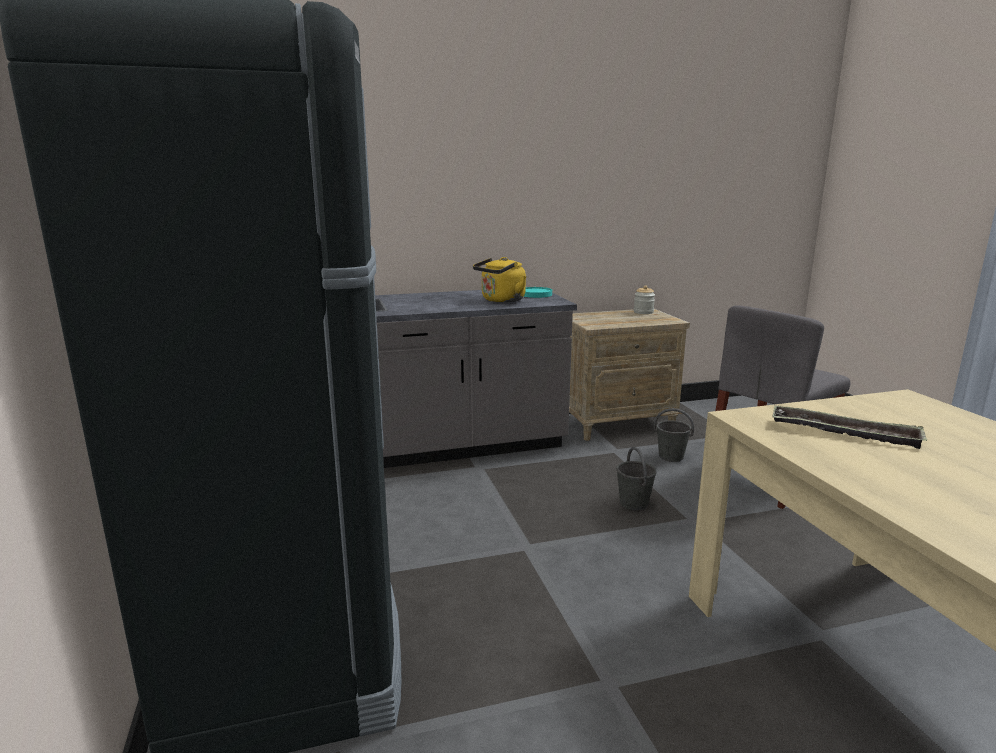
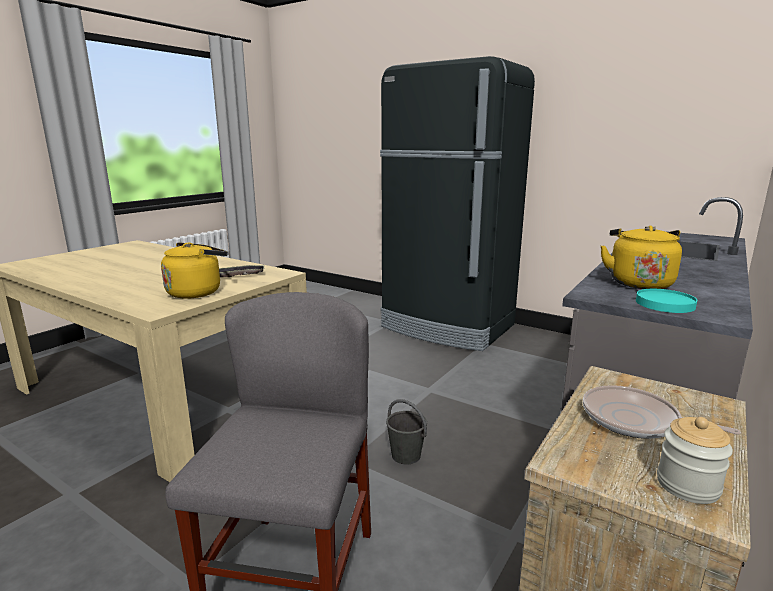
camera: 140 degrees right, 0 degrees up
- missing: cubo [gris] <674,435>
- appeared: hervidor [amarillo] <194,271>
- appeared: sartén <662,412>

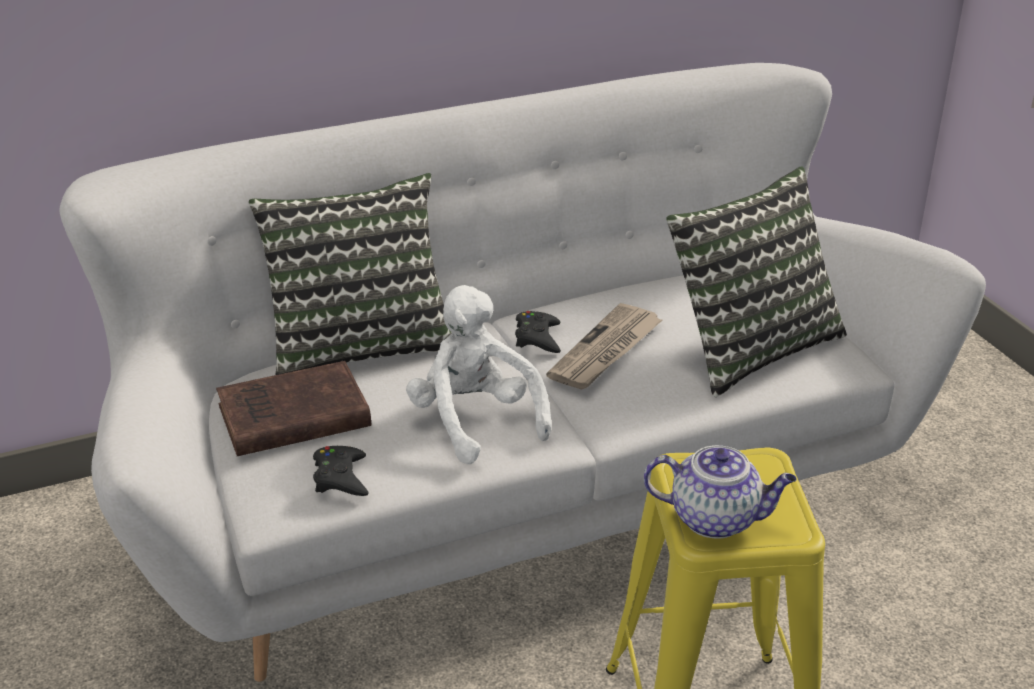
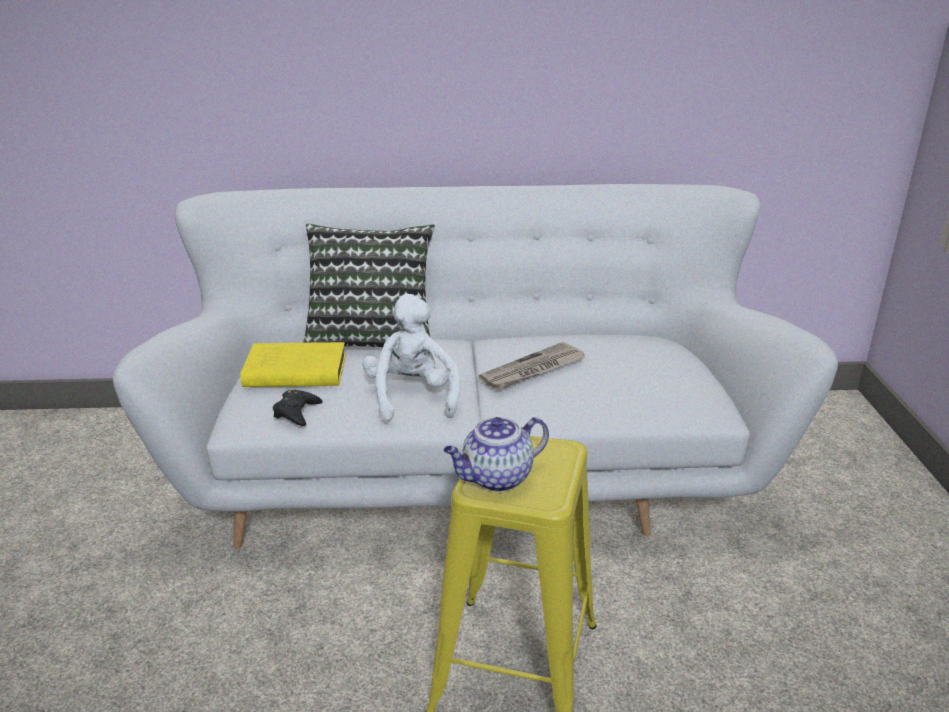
camera: 20 degrees right, 5 degrees down
- colour: libro [marrón] <293,408> to libro [amarillo] <293,364>
- missing: mando de consola [negro] <538,332>
- spun: tetera <720,492> = <496,454> 120 degrees clockwise
- missing: cojín <756,281>

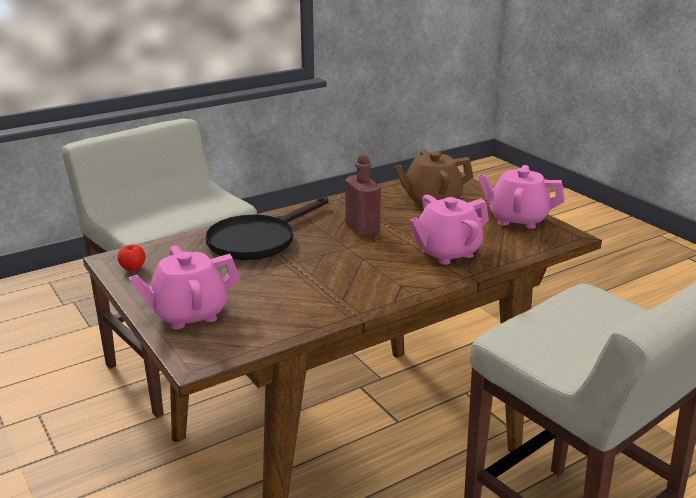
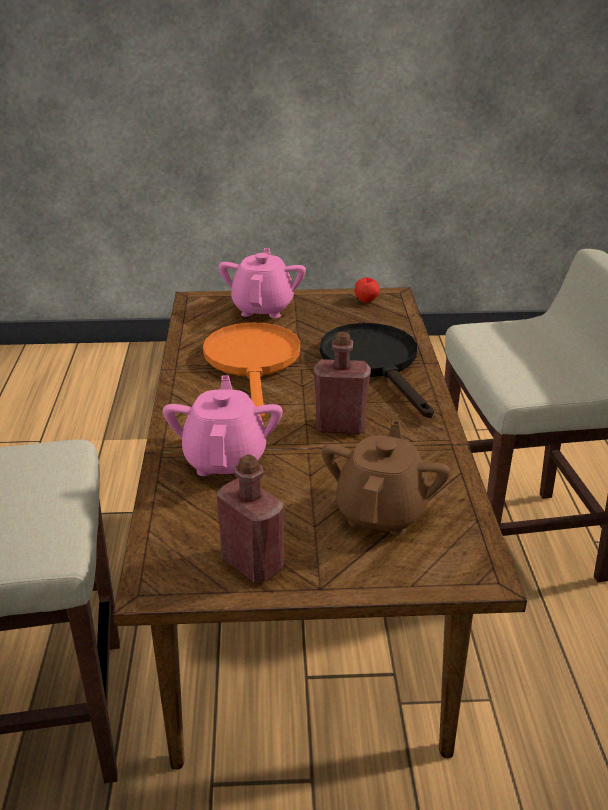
camera: 120 degrees right, 5 degrees up
- exchanged: tetera [rosa] <521,197> to botella [rojo] <250,518>
- appeared: sartén [naranja] <251,371>

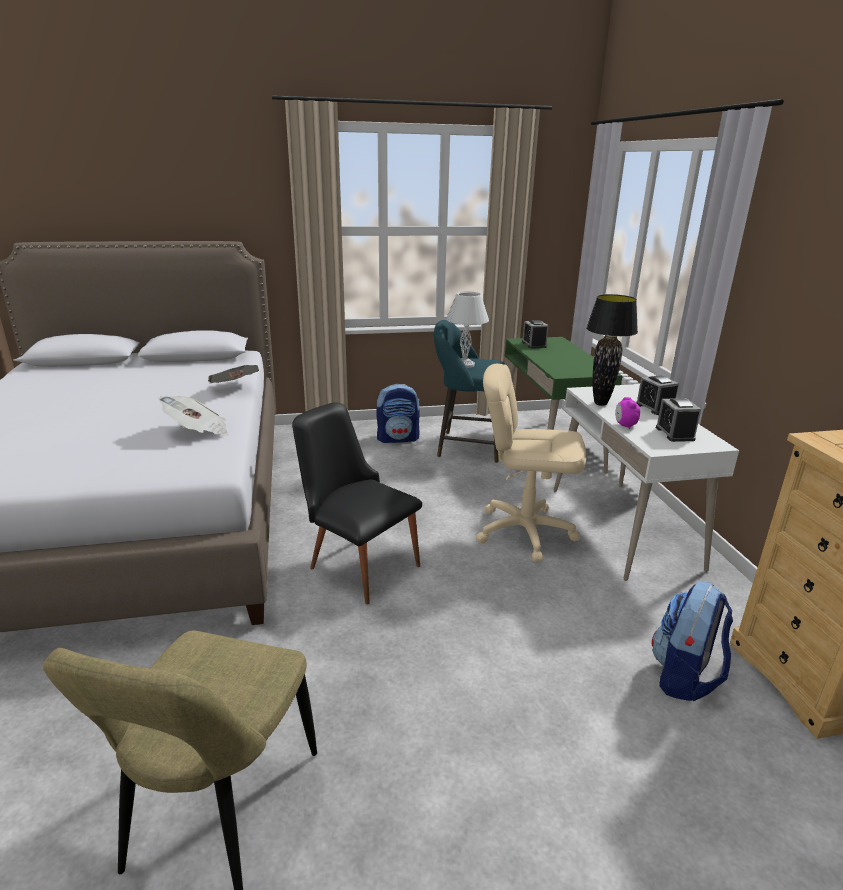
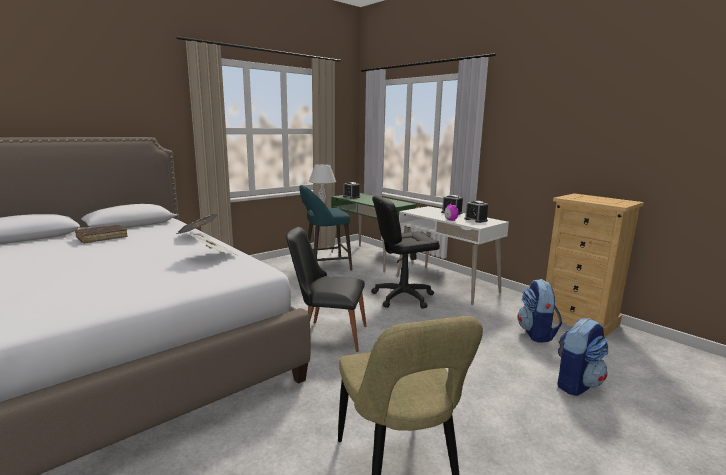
camera: 30 degrees left, 10 degrees down
- relocated: mochila <398,413> to <583,357>
- colour: silla de oficina [beis] <531,463> to silla de oficina [negro] <405,252>
- missing: lámpara de mesa [negro] <612,350>
- appeared: libro [marrón] <101,234>

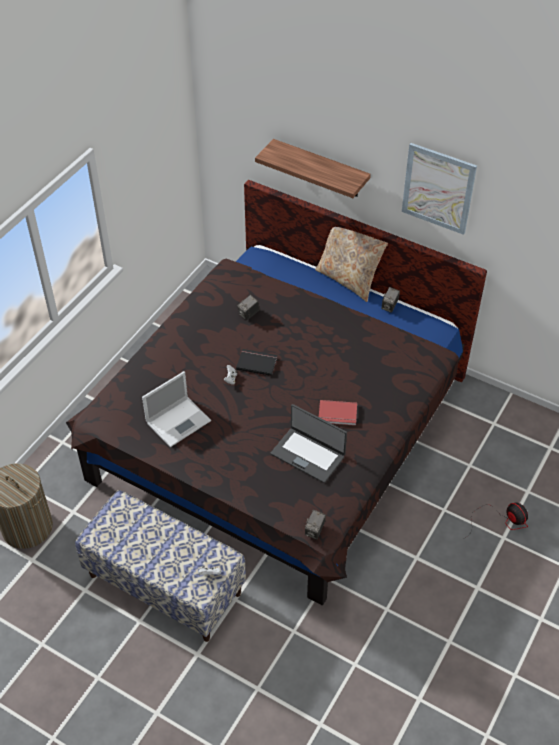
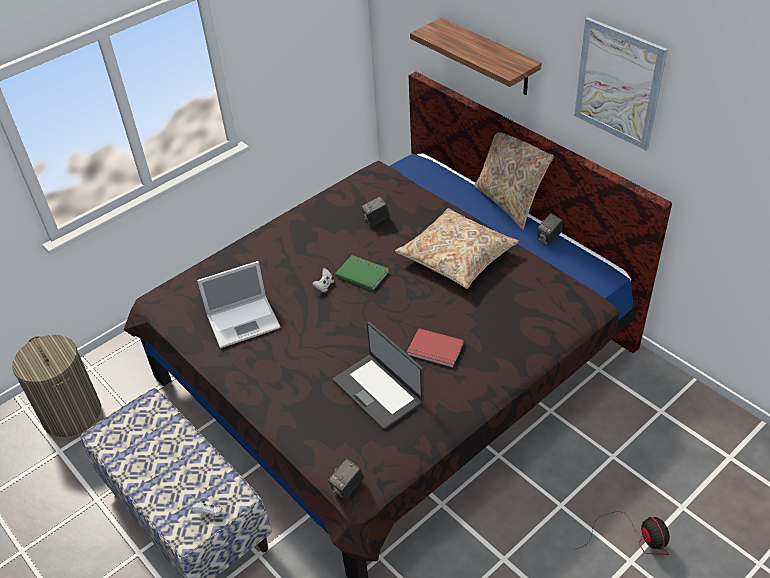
camera: 20 degrees right, 5 degrees down
- colour: libro [negro] <256,362> to libro [verde] <362,273>
- appeared: cojín [beis] <457,248>

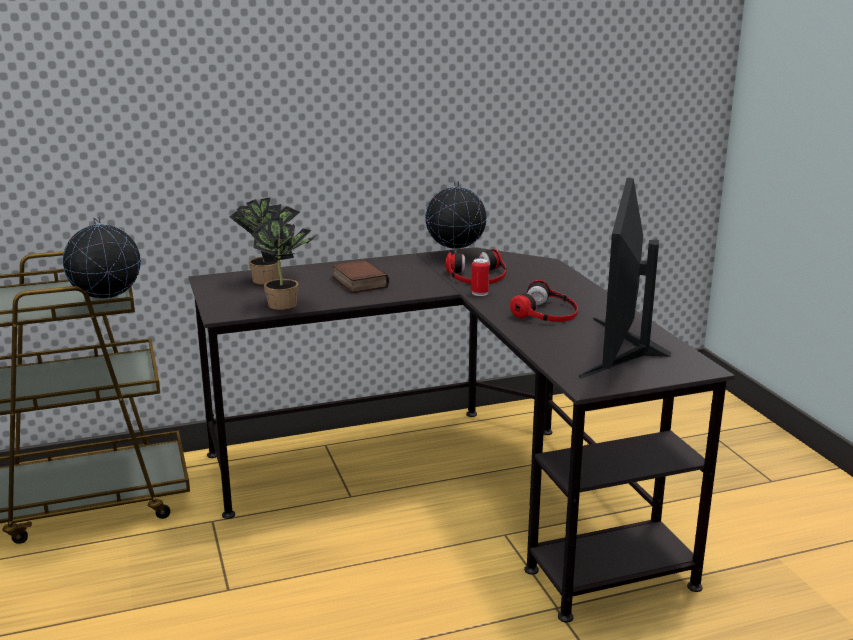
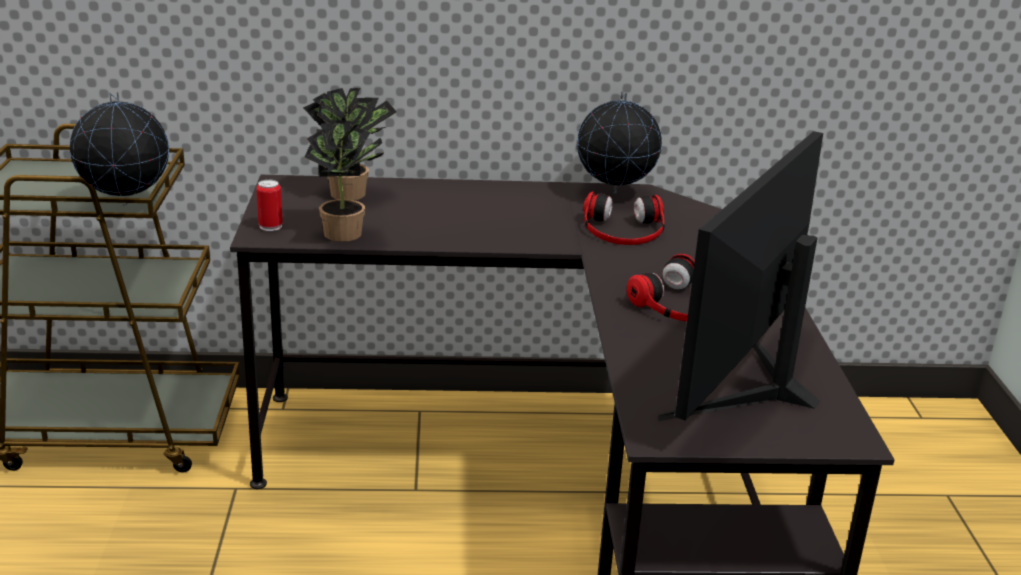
camera: 15 degrees right, 5 degrees up
- missing: libro <360,276>
- relocated: lata <480,277> to <270,205>

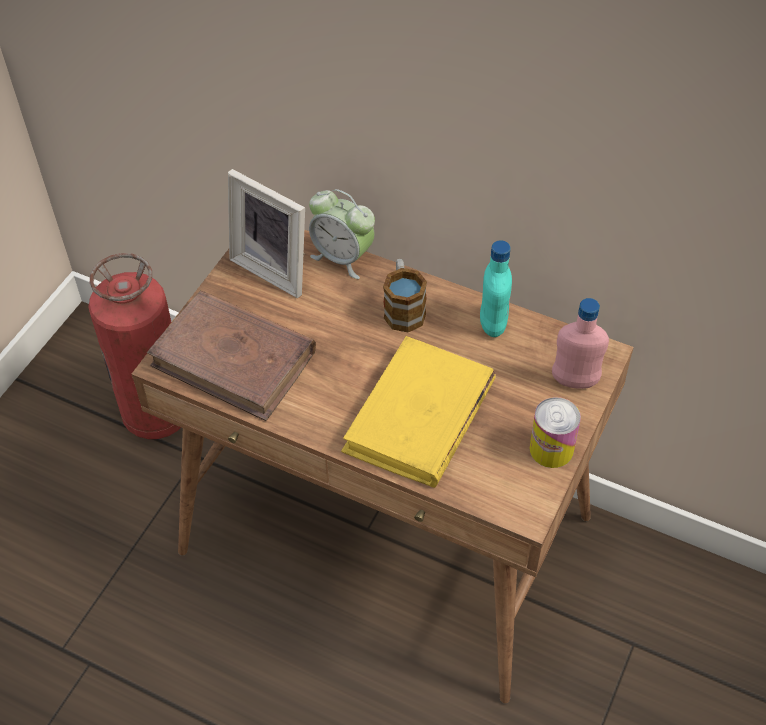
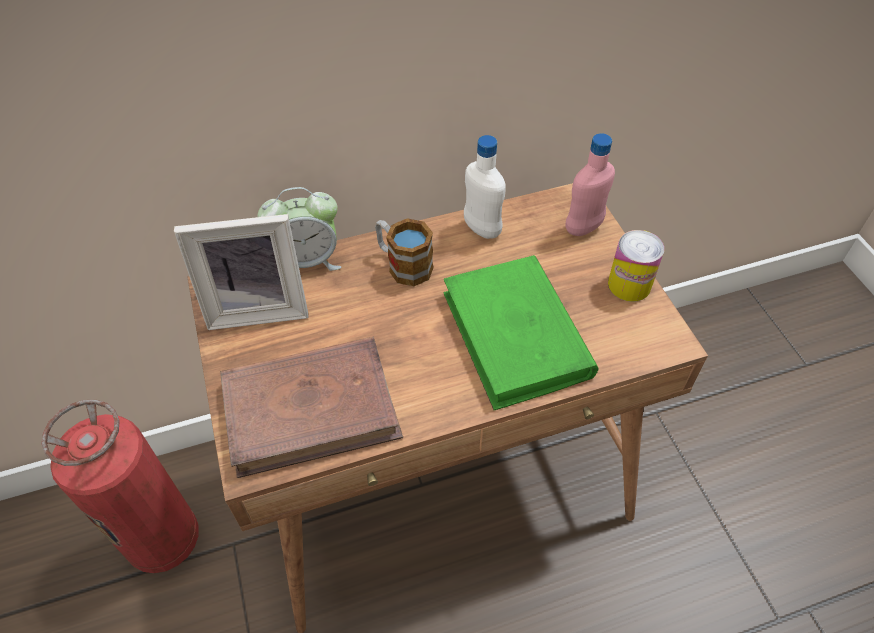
camera: 45 degrees left, 0 degrees up
- colour: libro [amarillo] <418,412> to libro [verde] <521,332>
- colour: botella [turquesa] <496,288> to botella [blanco] <485,187>

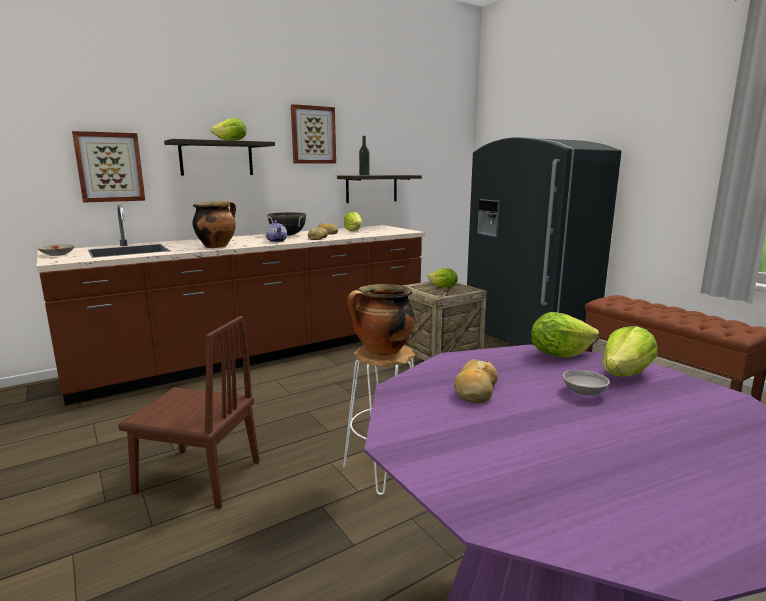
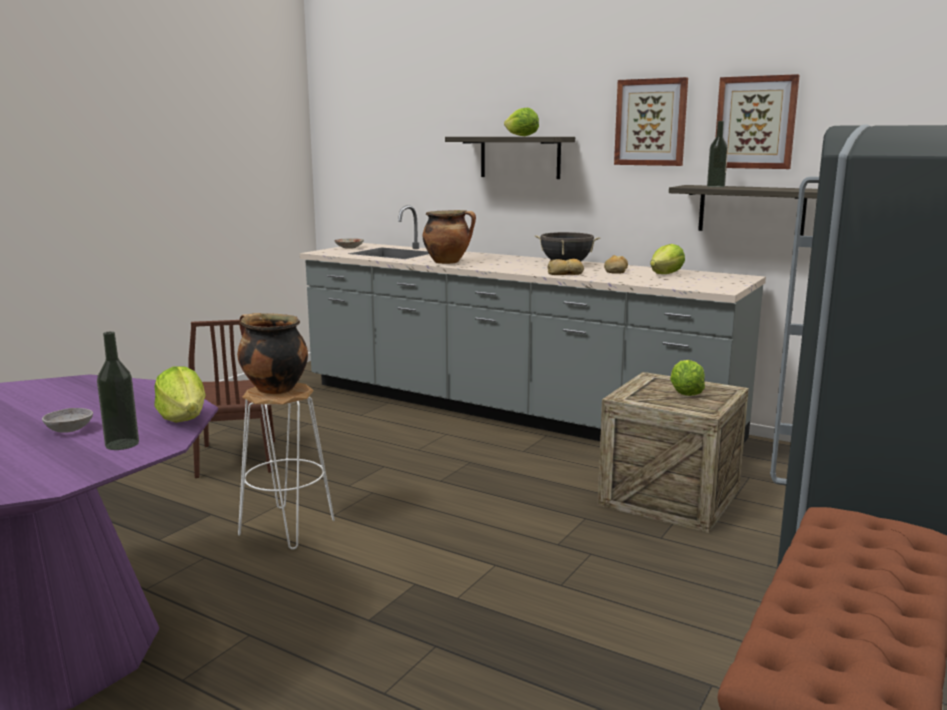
camera: 65 degrees right, 0 degrees up
- colour: mueble bajo de cocina [marrón] <231,305> to mueble bajo de cocina [gris] <533,324>
- relocated: cuadro <108,167> to <757,121>
- missing: tetera <276,231>
- missing: pan <476,381>
- exchanged: lechuga <630,351> to botella <118,390>

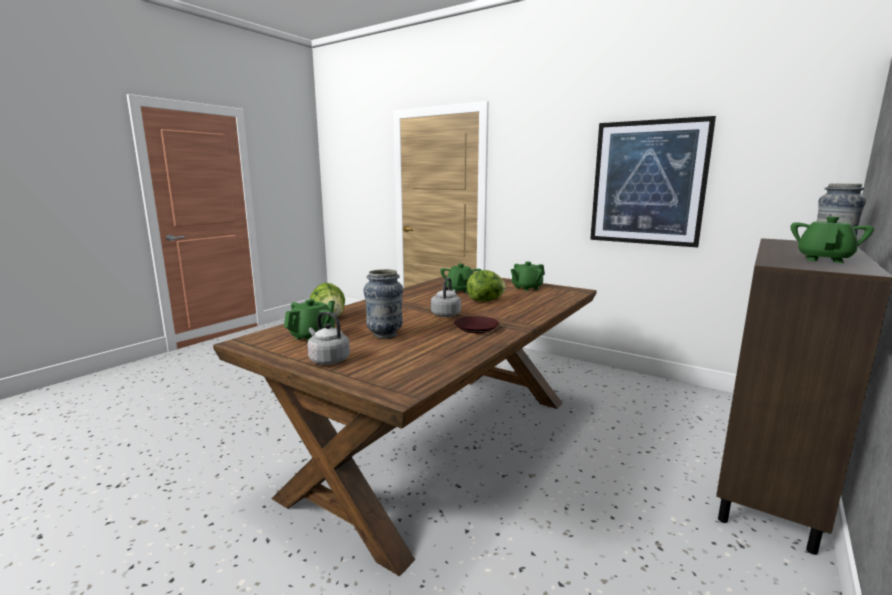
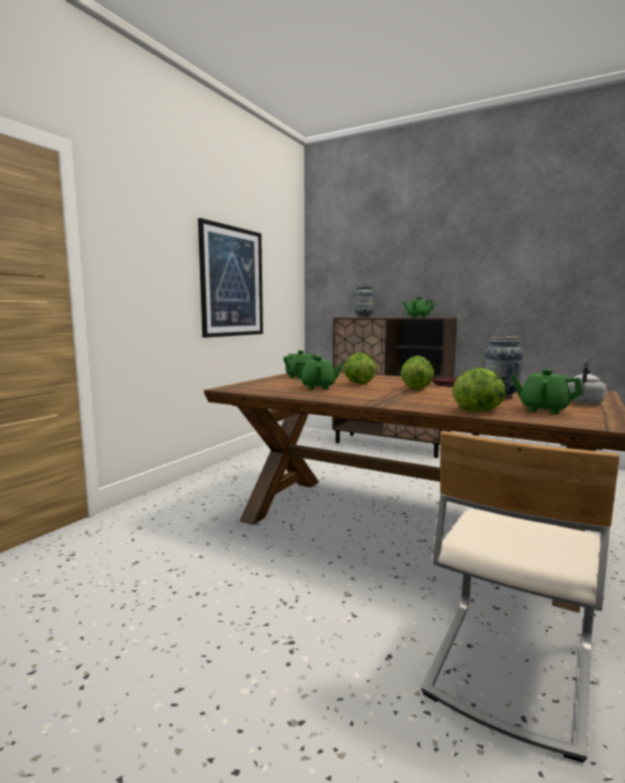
camera: 95 degrees left, 5 degrees down
- exchanged: hervidor [gris] <446,297> to lechuga <417,373>
- appeared: silla [beis] <520,596>

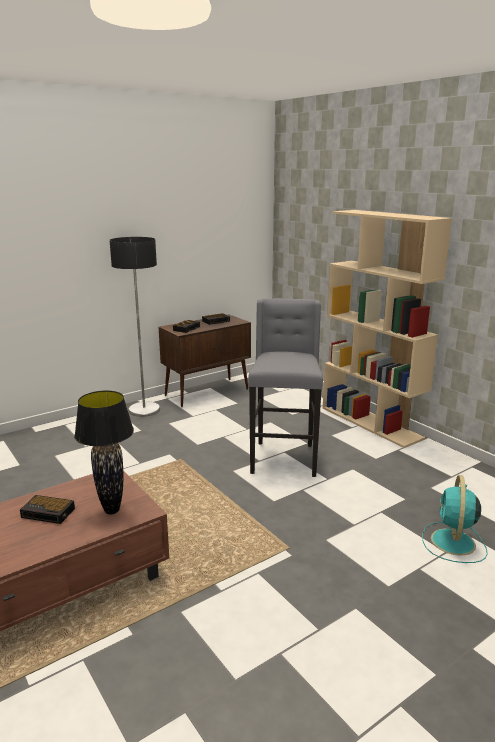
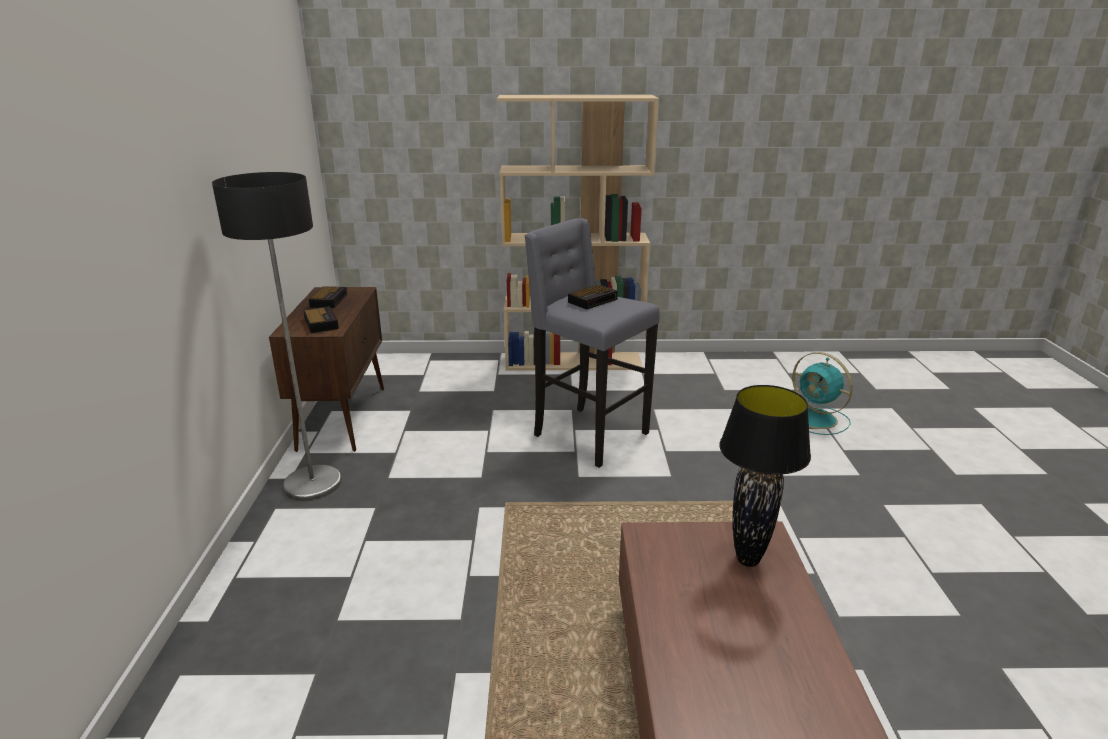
camera: 55 degrees left, 5 degrees up
- relocated: despertador <47,509> to <593,297>

